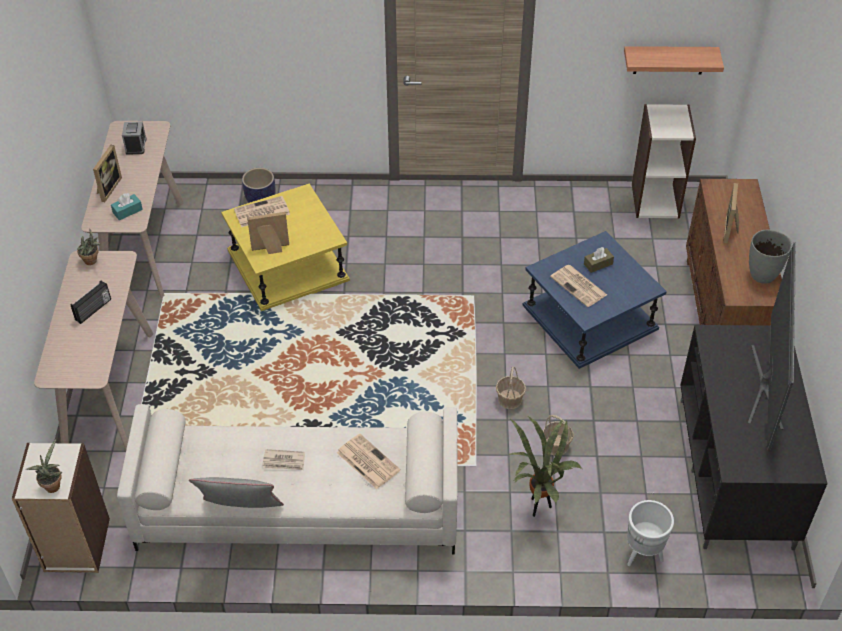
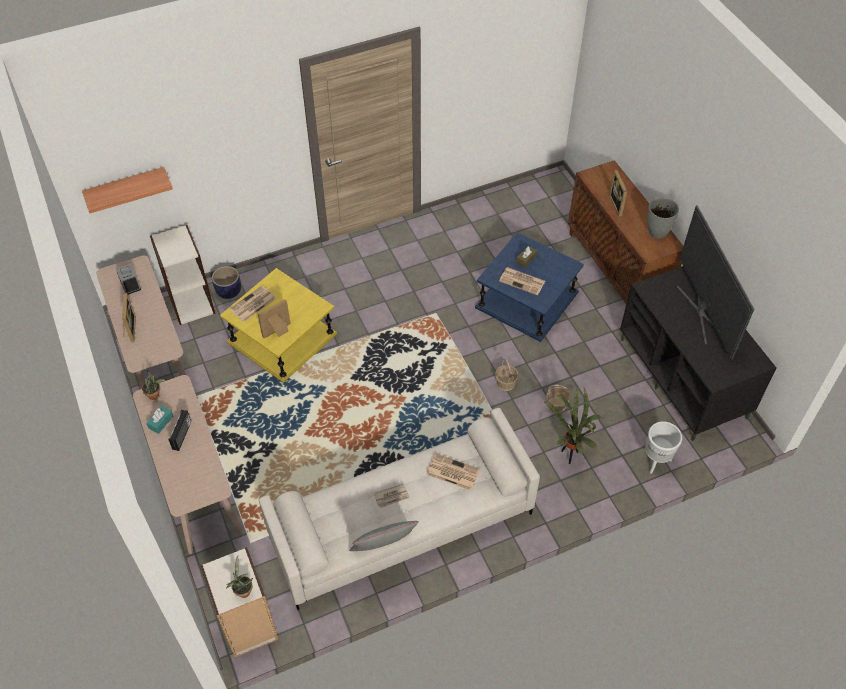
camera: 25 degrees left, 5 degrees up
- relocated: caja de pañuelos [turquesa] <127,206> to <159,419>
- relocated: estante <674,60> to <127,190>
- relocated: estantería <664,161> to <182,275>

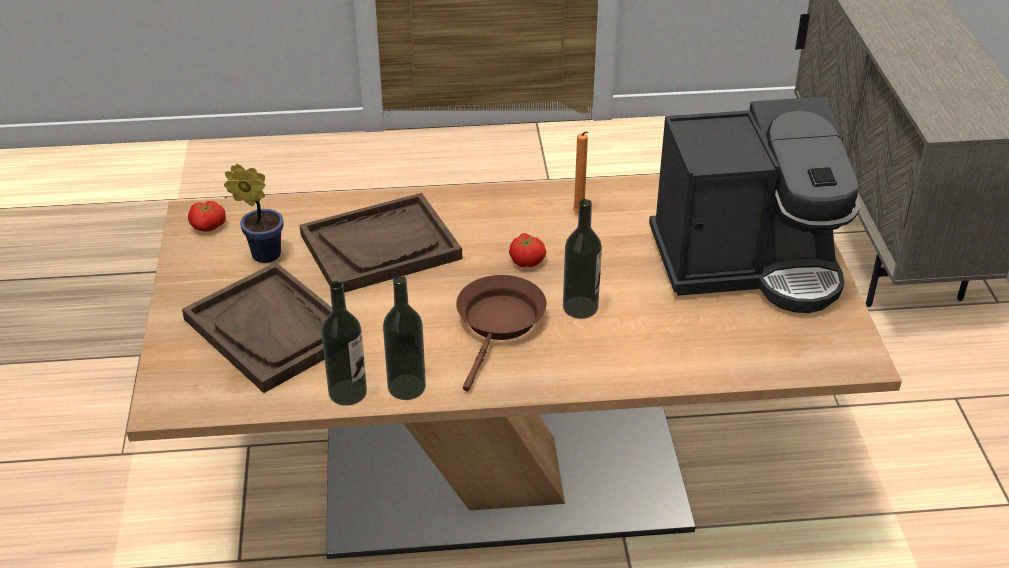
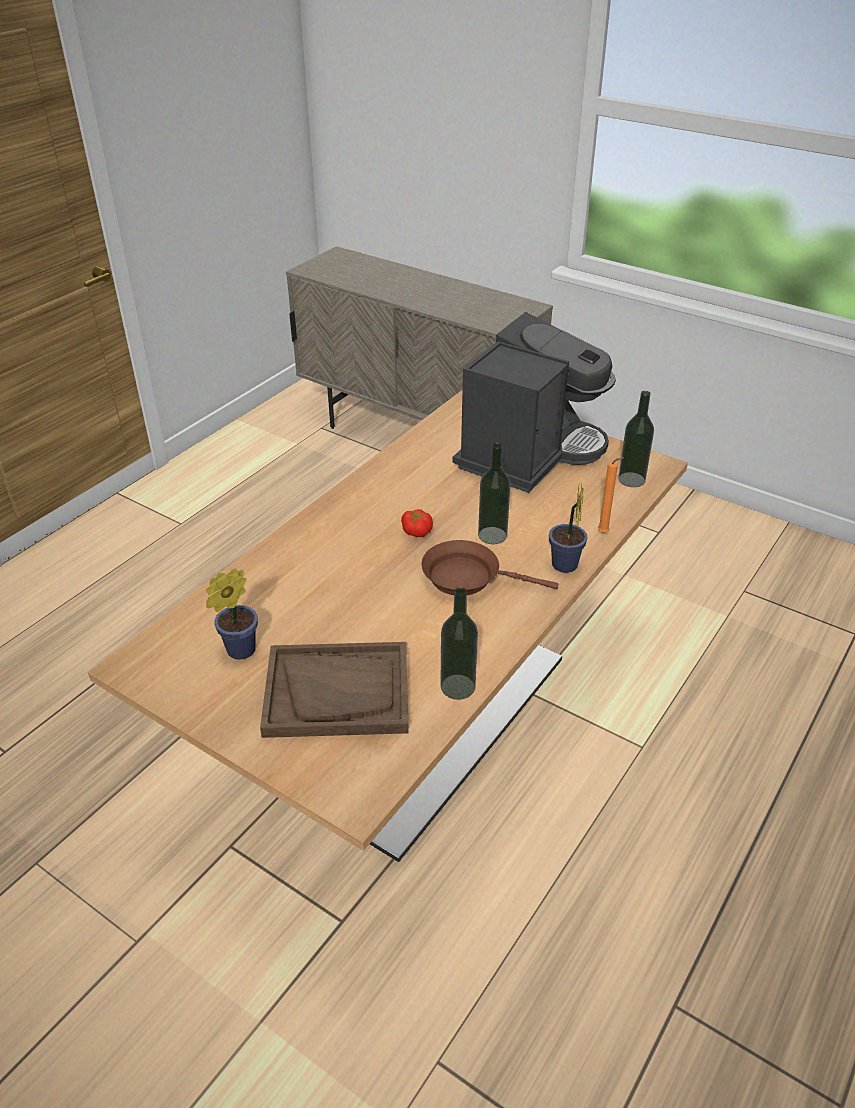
camera: 50 degrees left, 0 degrees up
- missing: tomate <207,216>
- missing: bandeja [marrón] <381,243>
- relocated: botella <404,337> to <636,439>
- spun: sartén [marrón] <501,333> = <489,567> 45 degrees counterclockwise
- relocated: vela [naranja] <581,172> to <611,495>
- appeared: planta en maceta <568,528>

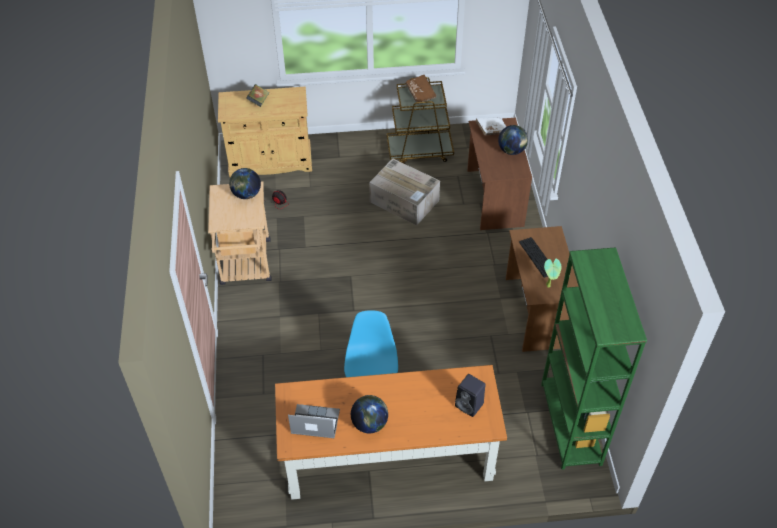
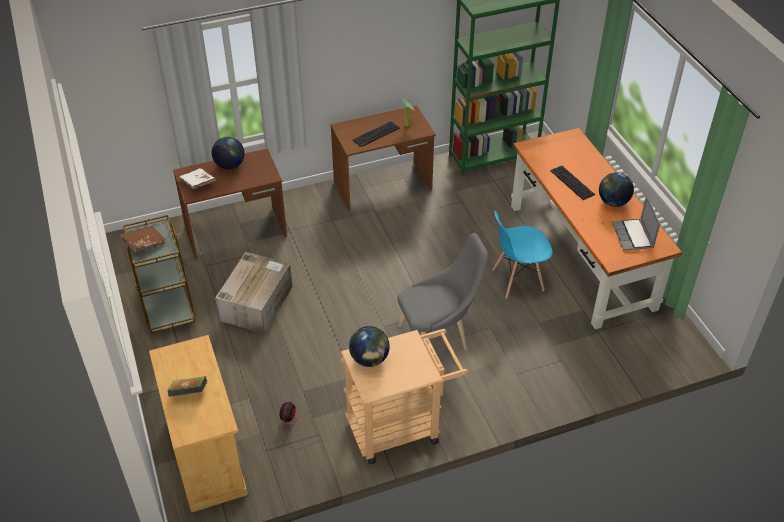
camera: 105 degrees left, 5 degrees down
- missing: altavoz [negro] <470,395>
- appeared: silla [gris] <442,291>
- appeared: teclado <572,183>

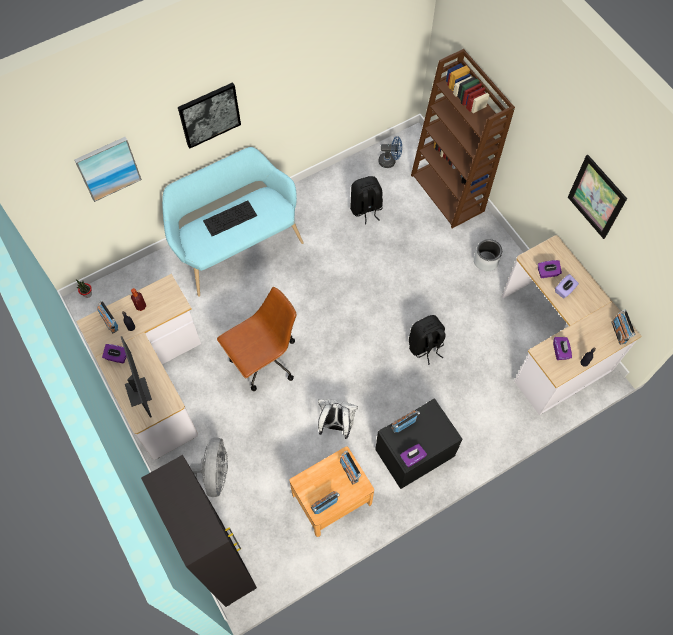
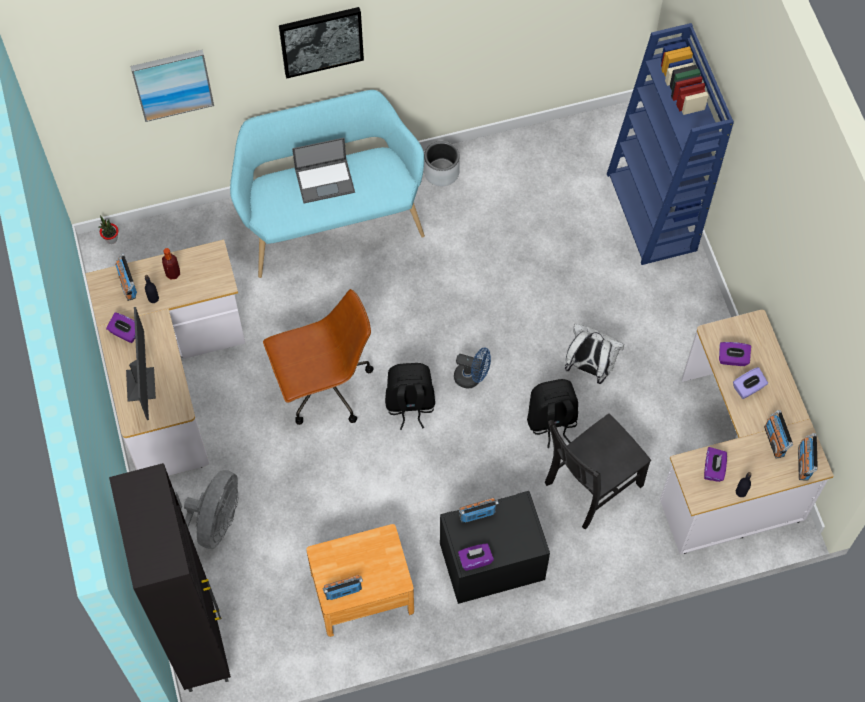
camera: 15 degrees right, 0 degrees up
- exchanged: teclado <230,218> to portátil <323,171>
- relocated: mochila [blanco] <338,419> to <594,353>
- relocated: radio <350,467> to <778,434>
- relocated: mochila [negro] <366,200> to <410,396>
- relocated: ventilador [azul] <390,152> to <472,368>
- colour: estantería [marrón] <463,138> to estantería [azul] <670,144>
- relocated: maceta [gris] <488,255> to <442,163>
- missing: cuadro <597,197>
- appeared: silla [negro] <598,472>

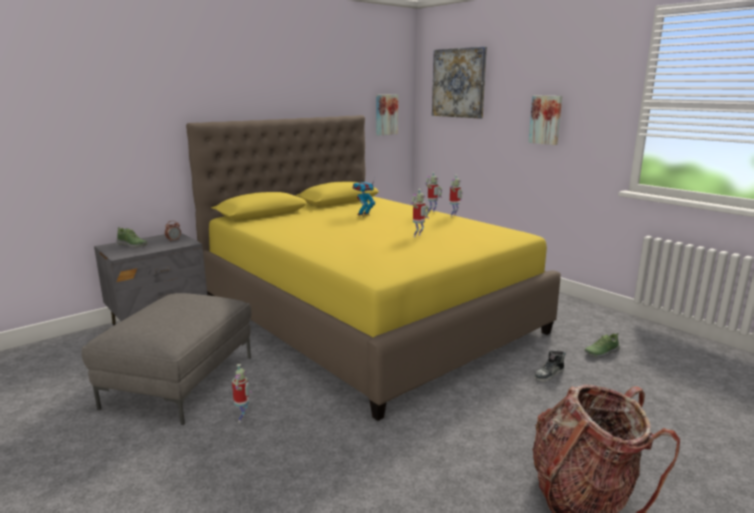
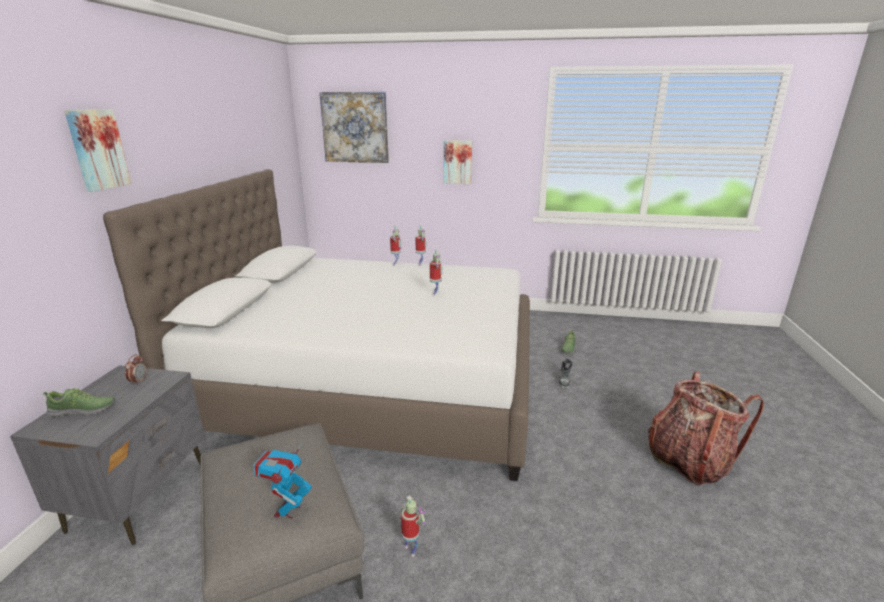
camera: 40 degrees left, 5 degrees up
- colour: cama [amarillo] <373,268> to cama [blanco] <316,325>
- relocated: robot de juguete <364,197> to <282,480>
- relocated: cuadro <387,114> to <97,150>

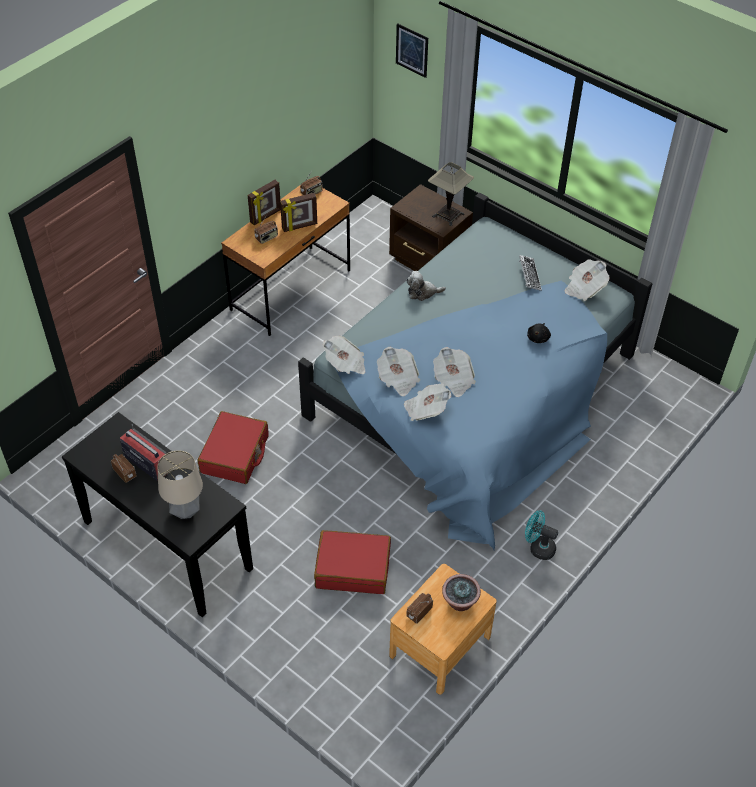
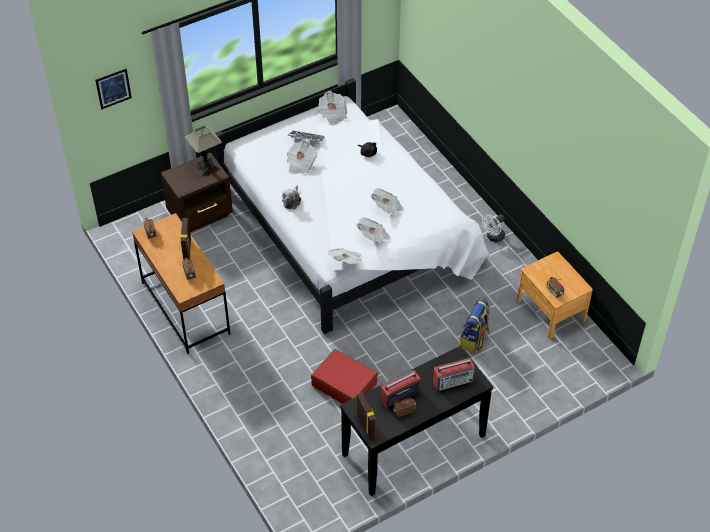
camera: 70 degrees left, 0 degrees up
- exchanged: lámpara de mesa <180,484> to radio <454,374>
- relocated: portarretratos <264,202> to <366,415>
- colour: cama [azul] <475,371> to cama [blanco] <352,206>
- exchanged: maleta [rojo] <352,562> to mochila <475,325>
- relocated: periódico <427,402> to <302,157>
- missing: planta en maceta <461,592>
- colour: ventilador [turquesa] <541,535> to ventilador [blanco] <493,228>

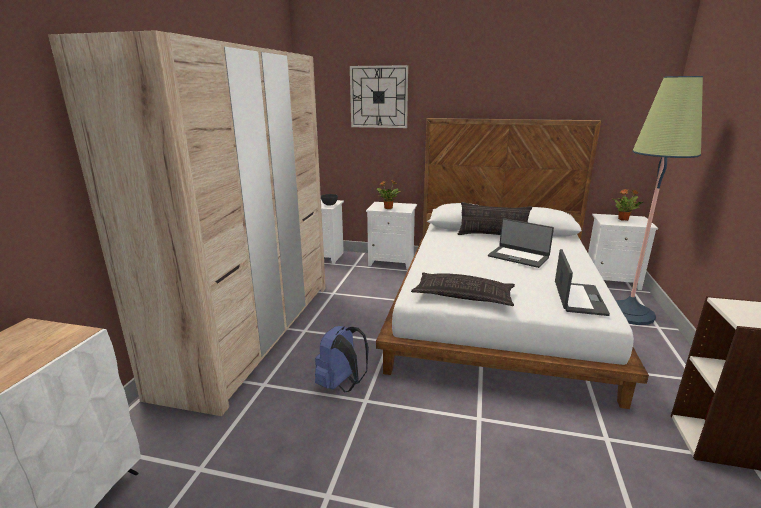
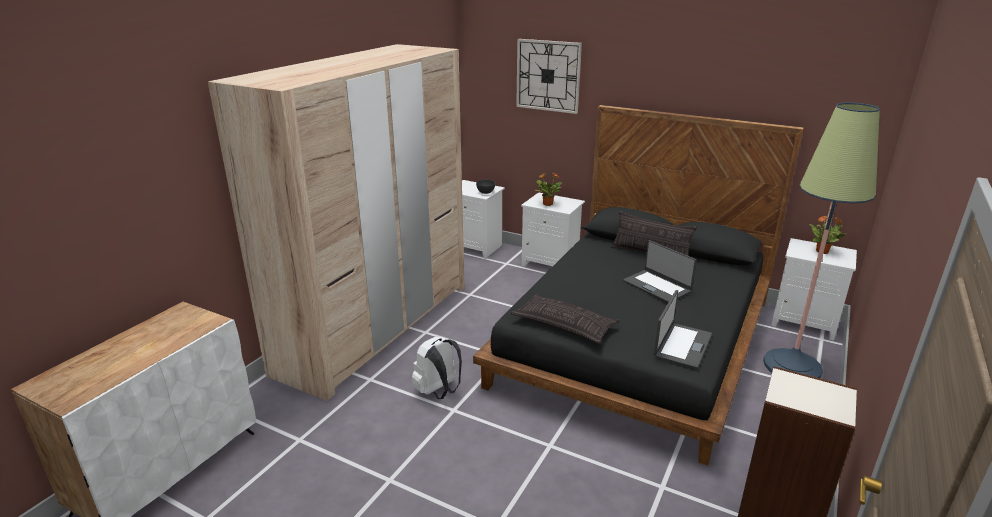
camera: 15 degrees right, 5 degrees up
- colour: mochila [azul] <342,359> to mochila [blanco] <437,368>
- colour: cama [blanco] <512,263> to cama [negro] <638,285>

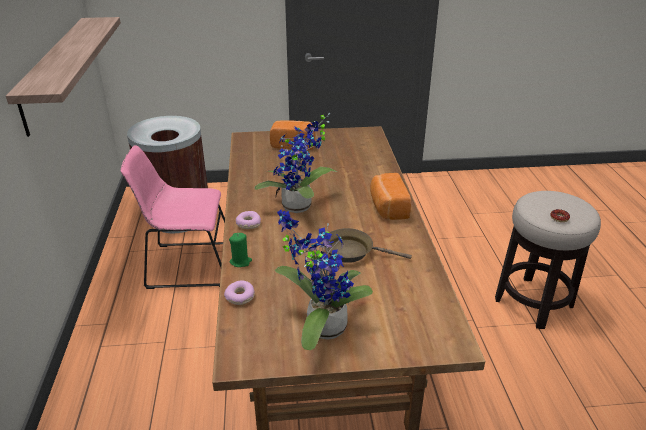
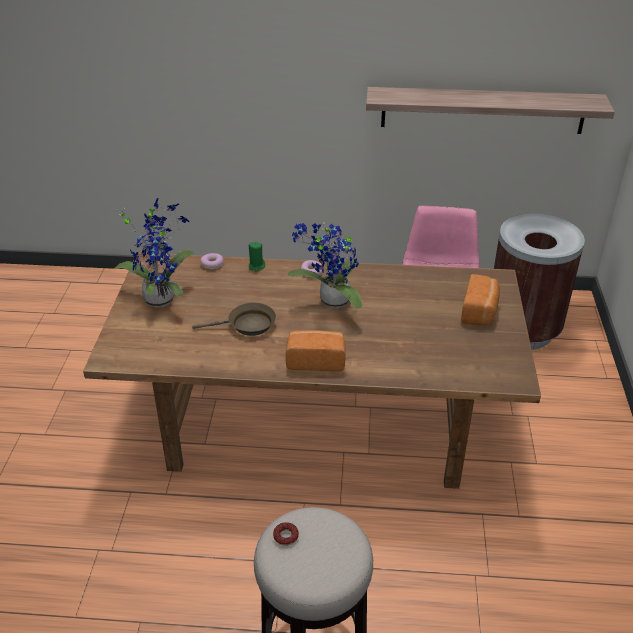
camera: 100 degrees right, 5 degrees up
- spun: sartén [marrón] <367,245> = <234,319> 60 degrees clockwise

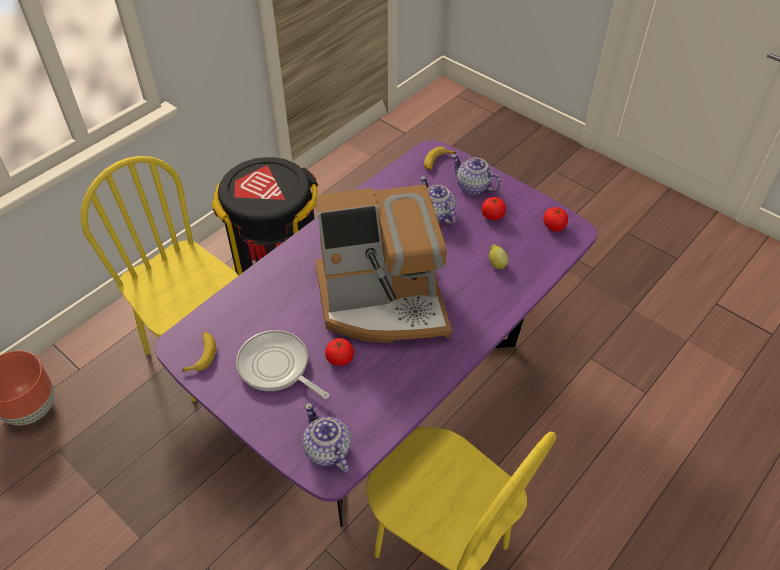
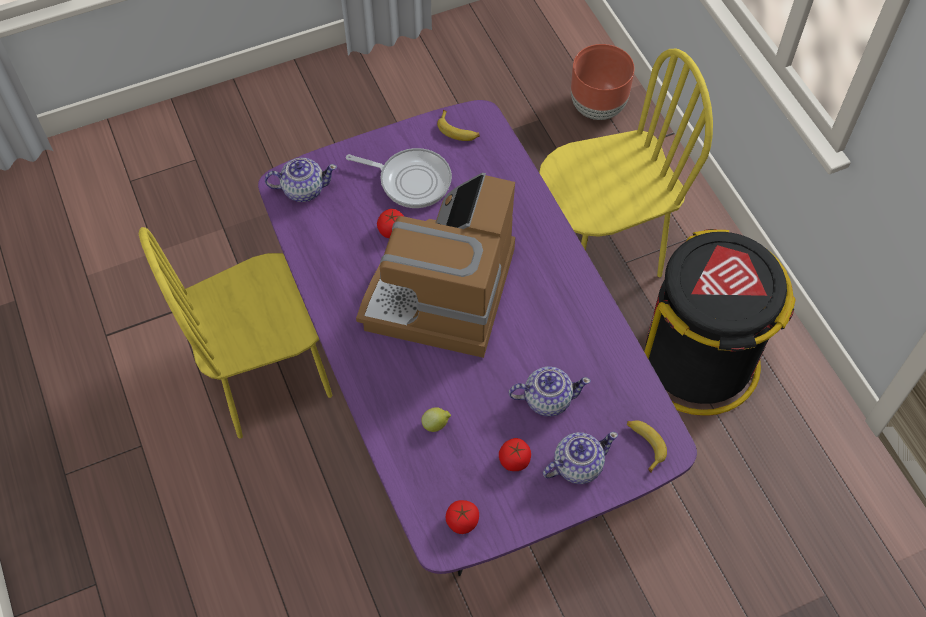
camera: 115 degrees right, 10 degrees up
- spun: sartén <282,364> = <399,178> 45 degrees clockwise

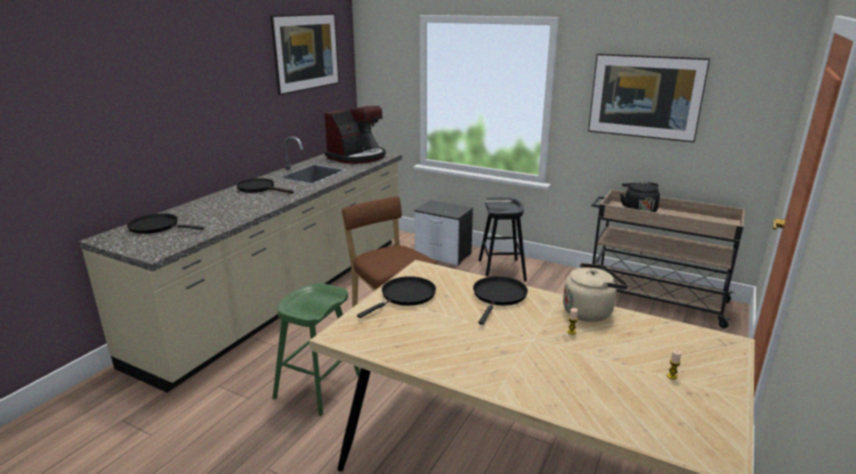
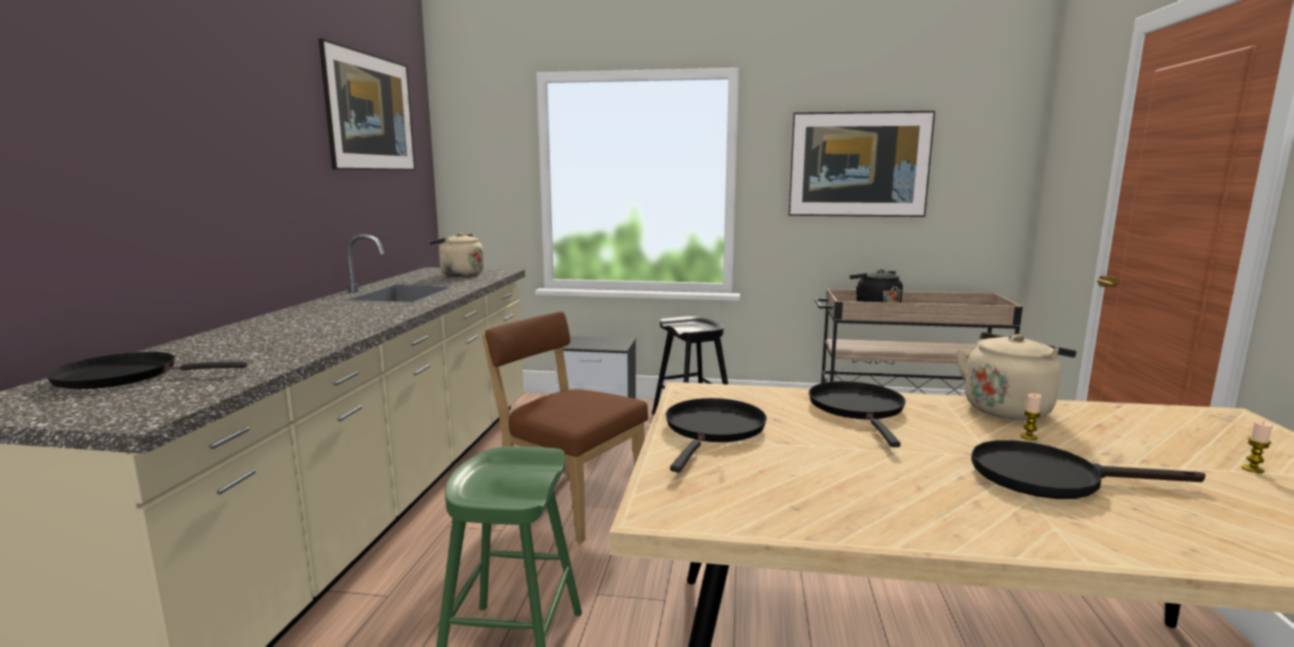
camera: 20 degrees left, 10 degrees down
- relocated: sartén [negro] <265,186> to <1088,469>
- exchanged: cafetera <355,135> to hervidor [beis] <456,255>

